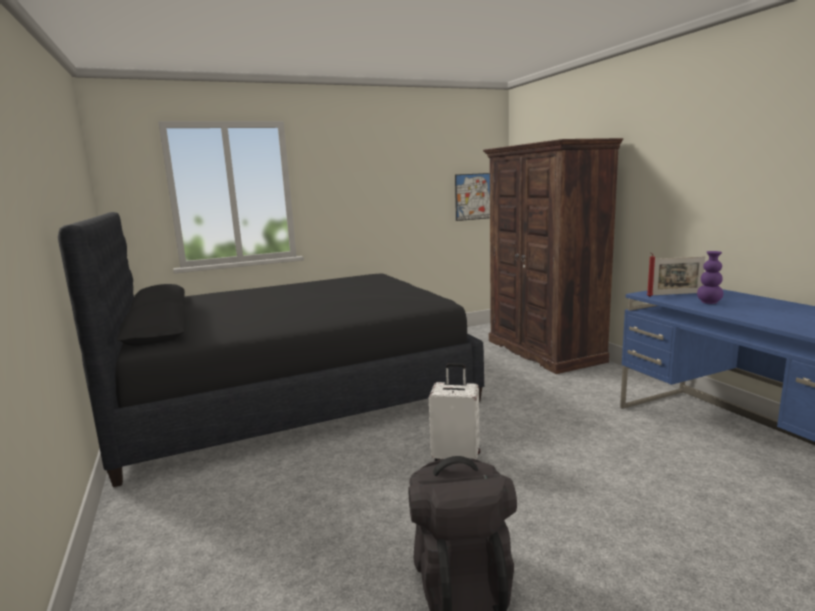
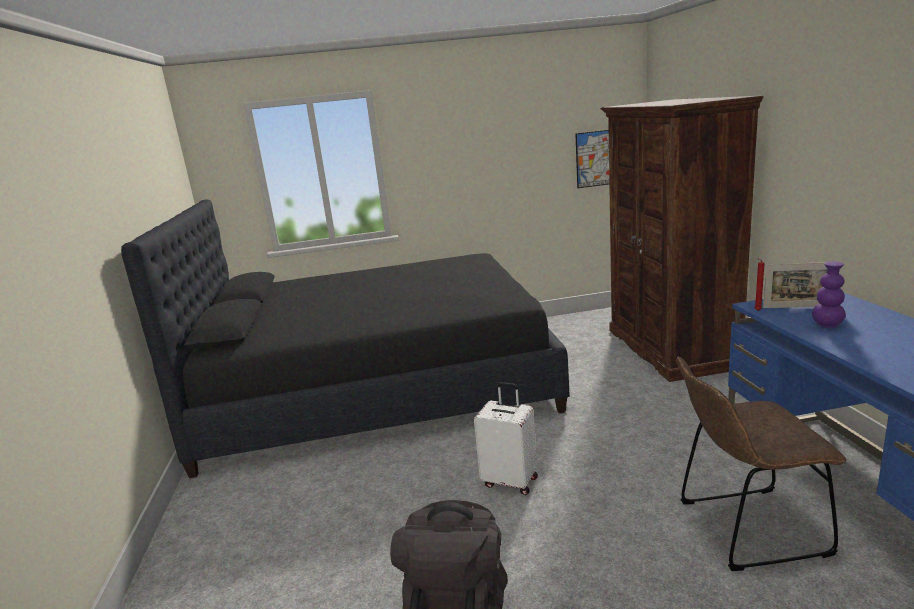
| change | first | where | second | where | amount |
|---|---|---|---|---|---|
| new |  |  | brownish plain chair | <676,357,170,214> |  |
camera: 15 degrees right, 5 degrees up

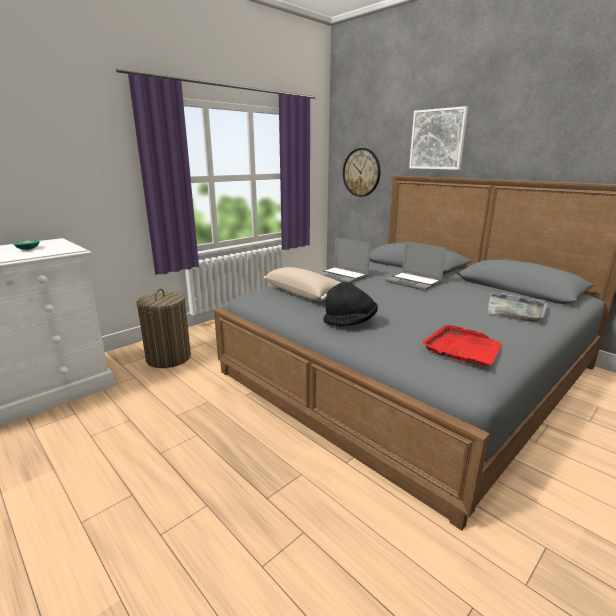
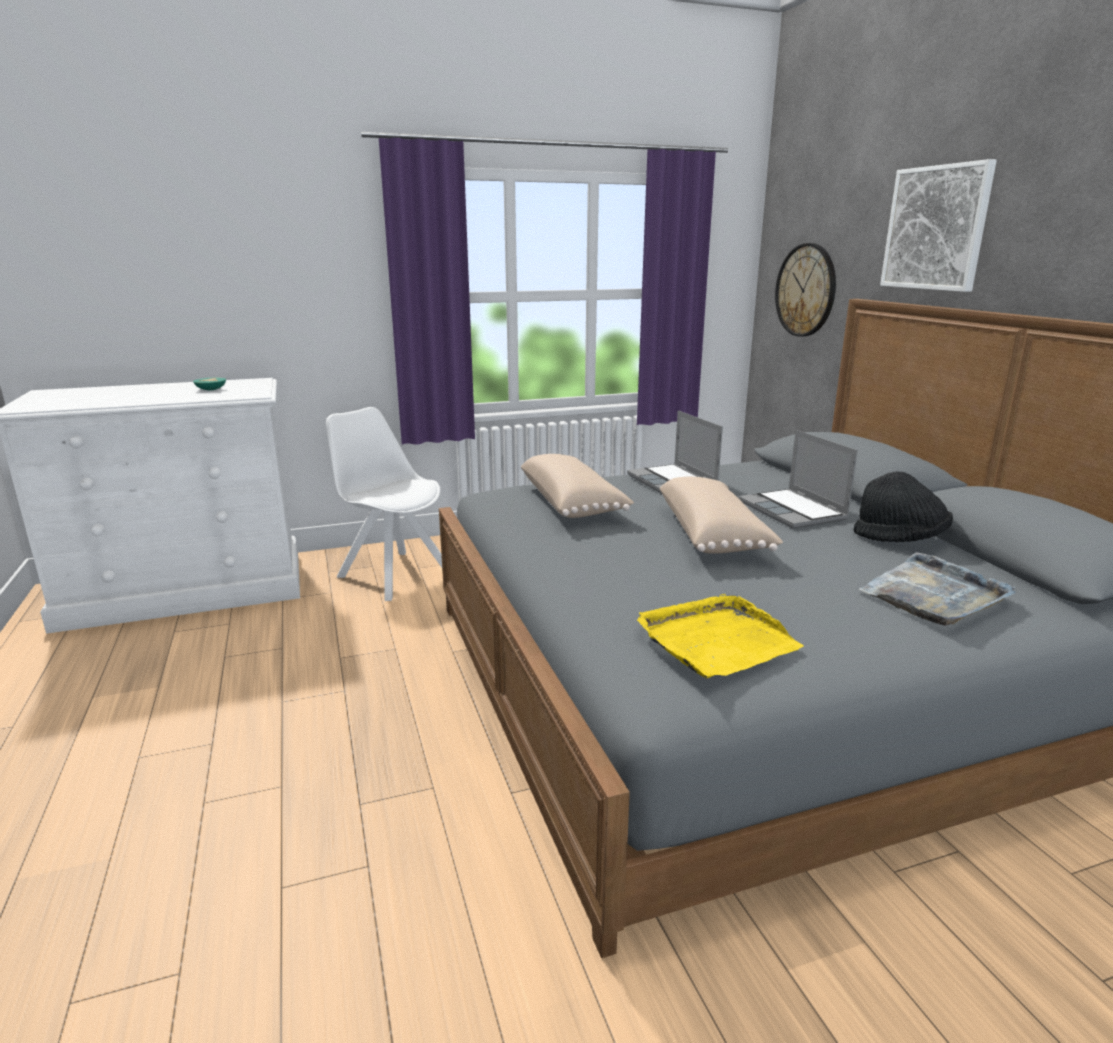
| change | first | where | second | where | amount |
|---|---|---|---|---|---|
| new |  |  | sand-coloured cushion | <660,477,123,77> |  |
| shifted | black-coloured wearable hat | <324,282,54,44> |  | <854,471,99,71> |  |
| swapped | laundry basket | <137,289,54,79> | white-coloured plain chair | <326,407,116,194> |  |
| repainted | reddish tray | <422,325,79,42> | yellow-coloured tray | <637,594,167,85> |  |
camera: 25 degrees right, 0 degrees up

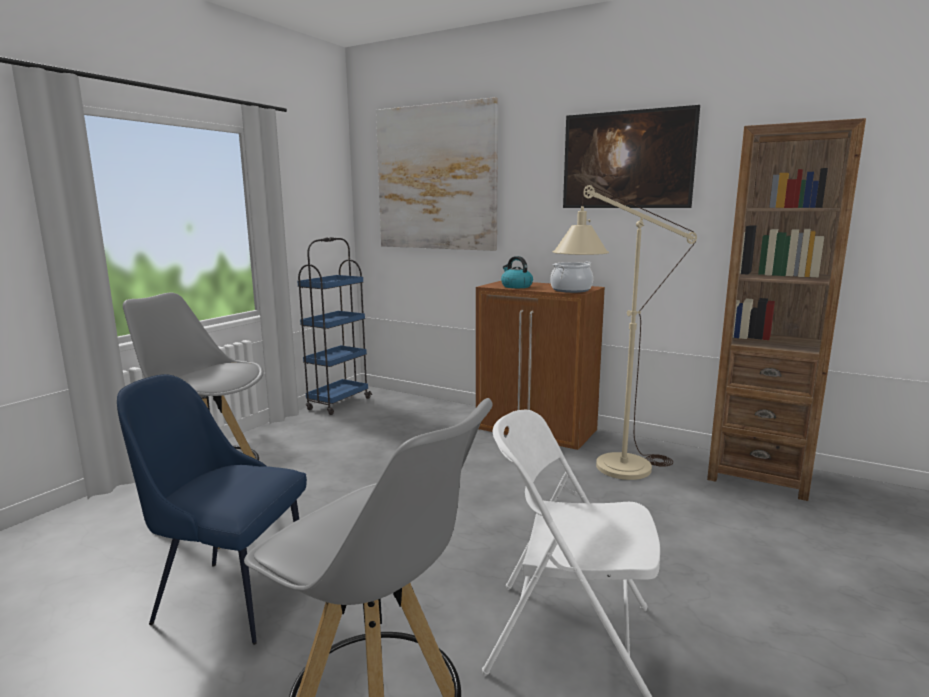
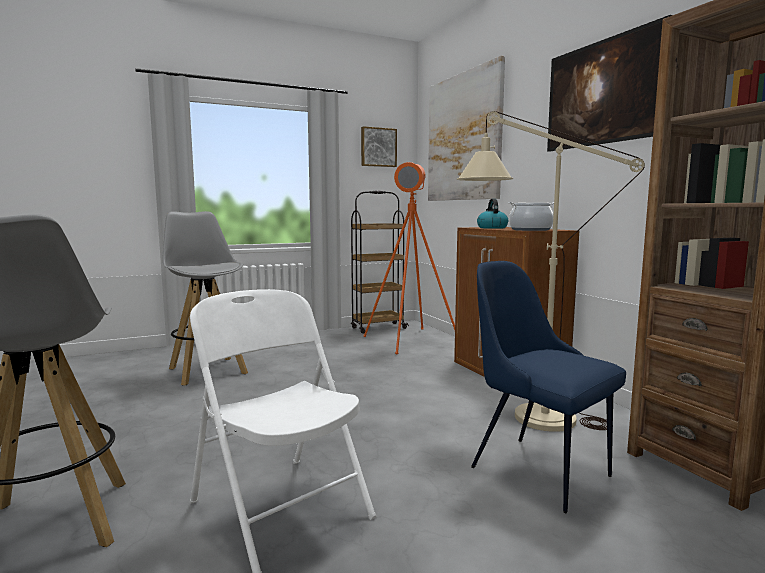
| change | first | where | second | where | amount |
|---|---|---|---|---|---|
| new |  |  | wall picture | <361,126,36,41> |  |
| new |  |  | orange floor lamp | <363,162,92,192> |  |
| shifted | blue-coloured plain chair | <117,374,190,271> |  | <471,261,155,252> |  |
| repainted | blue-coloured trolley | <297,237,75,178> | brownish trolley | <351,191,58,143> |  |
camera: 35 degrees right, 5 degrees down

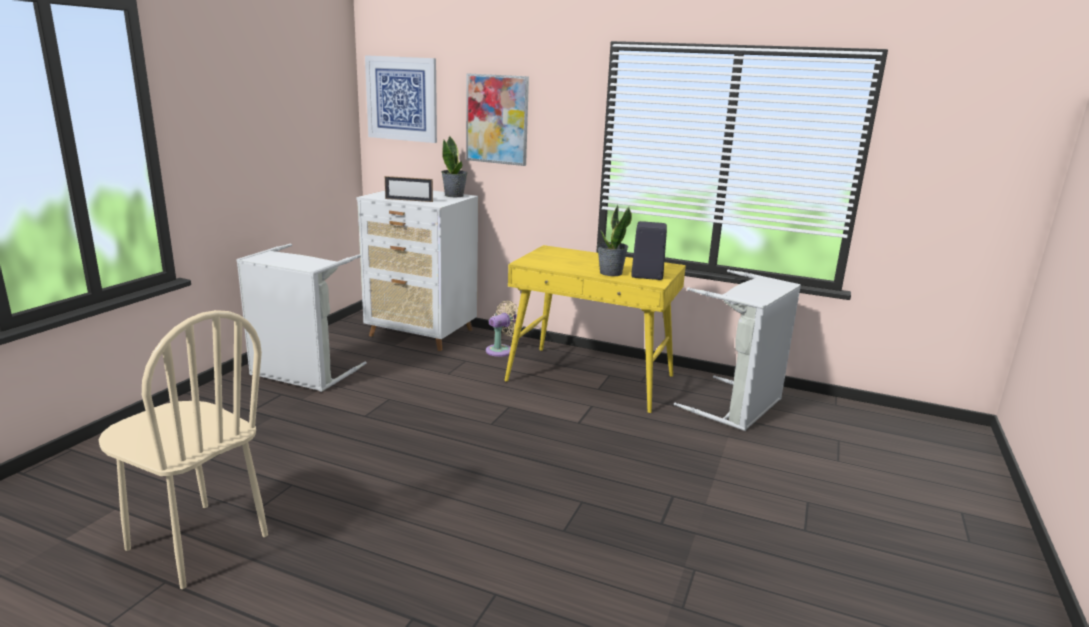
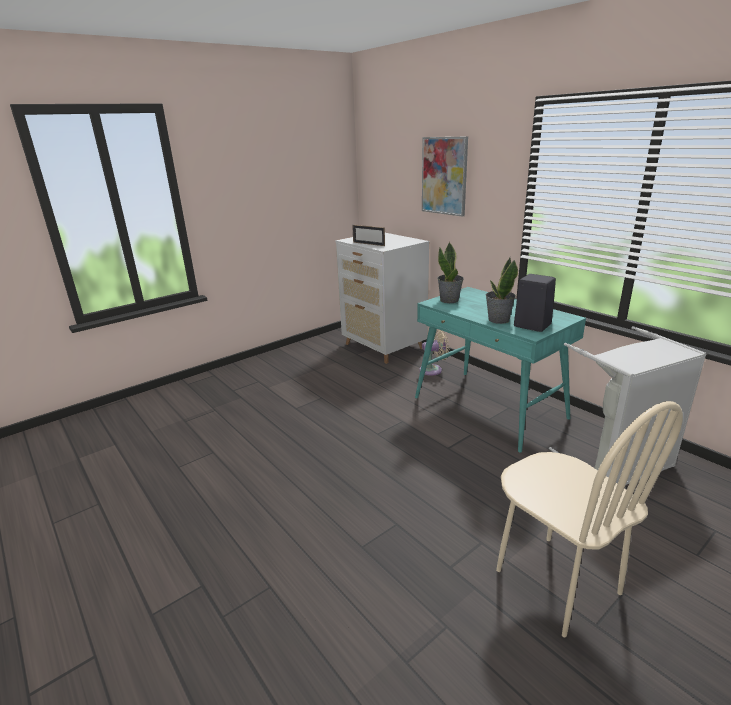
| change | first | where | second | where | amount |
|---|---|---|---|---|---|
| gone | gray laundry basket | <237,244,130,148> |  |  |  |
| gone | wall picture | <365,55,72,88> |  |  |  |
| shifted | sand-coloured plain chair | <99,310,169,279> |  | <496,401,187,236> |  |
| shifted | houseplant | <441,136,27,61> |  | <437,242,27,61> |  |
| repainted | yellow-coloured desk table | <504,245,182,169> | turquoise desk table | <415,287,171,166> |  |
camera: 30 degrees right, 5 degrees up

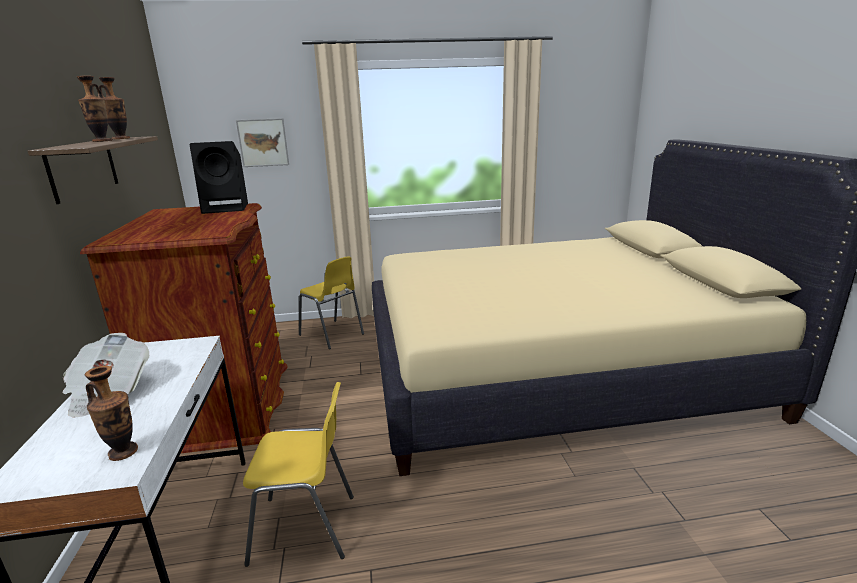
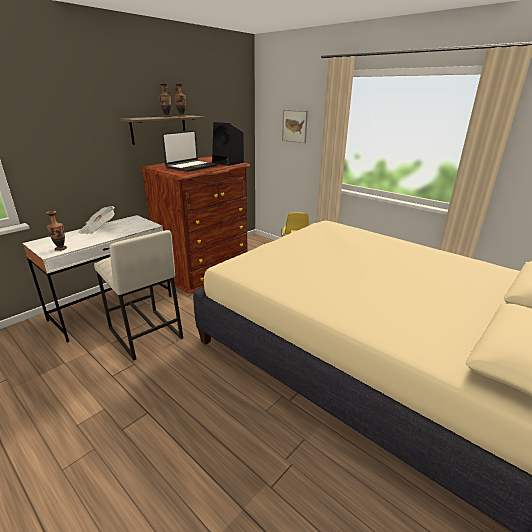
| change | first | where | second | where | amount |
|---|---|---|---|---|---|
| new |  |  | laptop | <162,130,56,42> |  |
| swapped | yellow-coloured plain chair | <243,382,111,185> | sand-coloured sitting stool | <94,230,89,130> |  |
camera: 50 degrees right, 5 degrees up

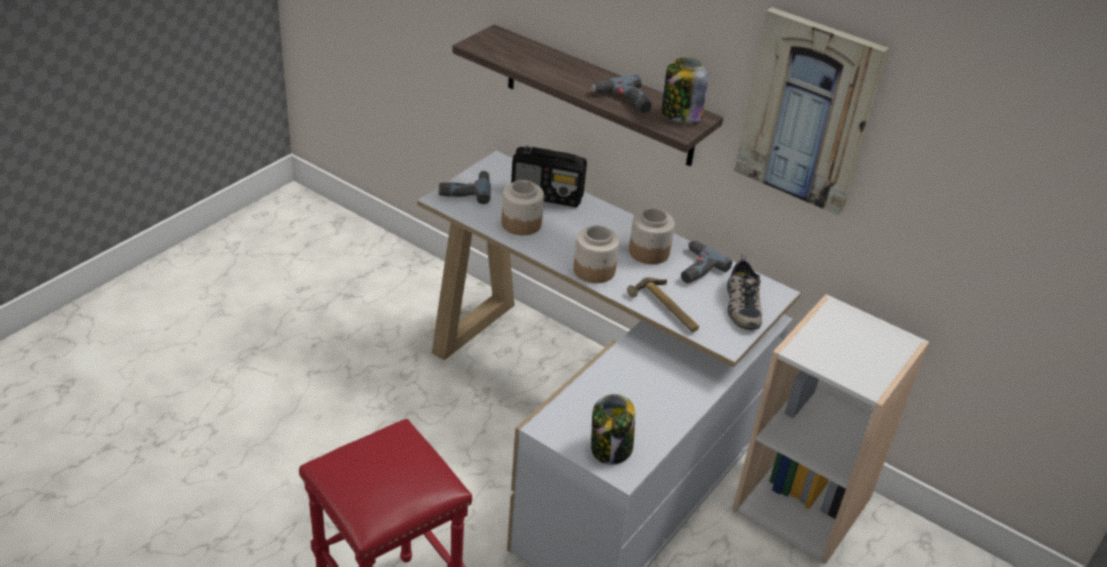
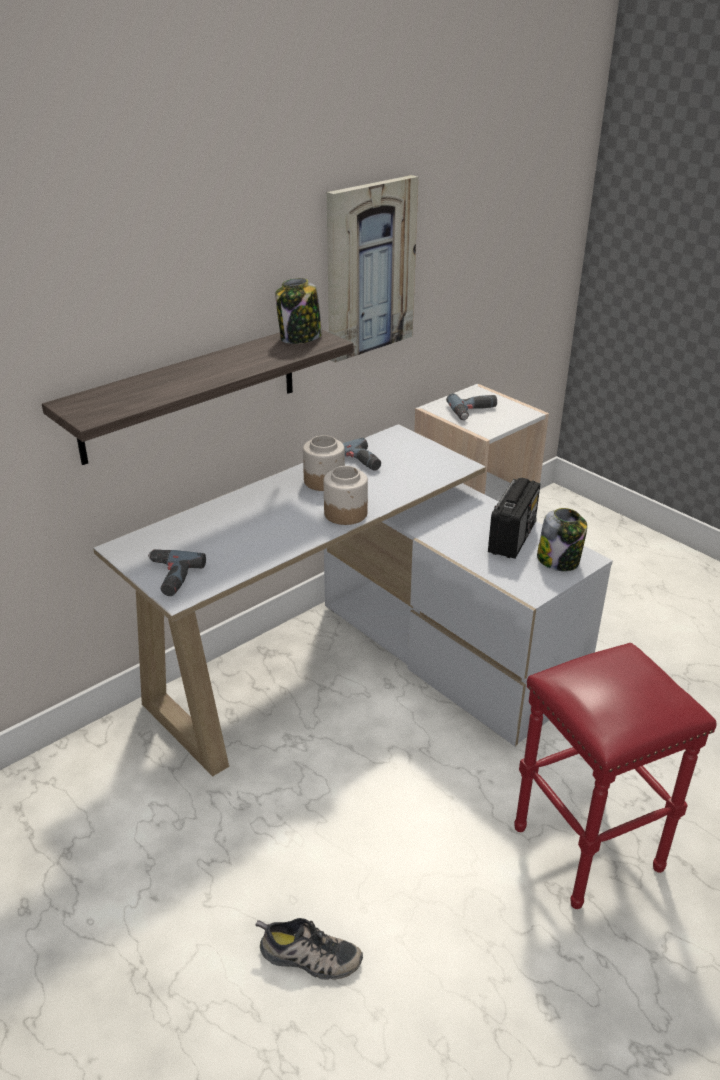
| change | first | where | second | where | amount |
|---|---|---|---|---|---|
| gone | jar | <502,180,42,55> |  |  |  |
| gone | hand hammer | <627,277,73,55> |  |  |  |
| shifted | radio set | <511,146,76,61> |  | <488,478,52,80> |  |
| shifted | drill | <591,74,61,39> |  | <446,393,51,27> |  |
| shifted | low shoe | <727,254,35,76> |  | <255,918,108,62> |  |
camera: 75 degrees left, 5 degrees down

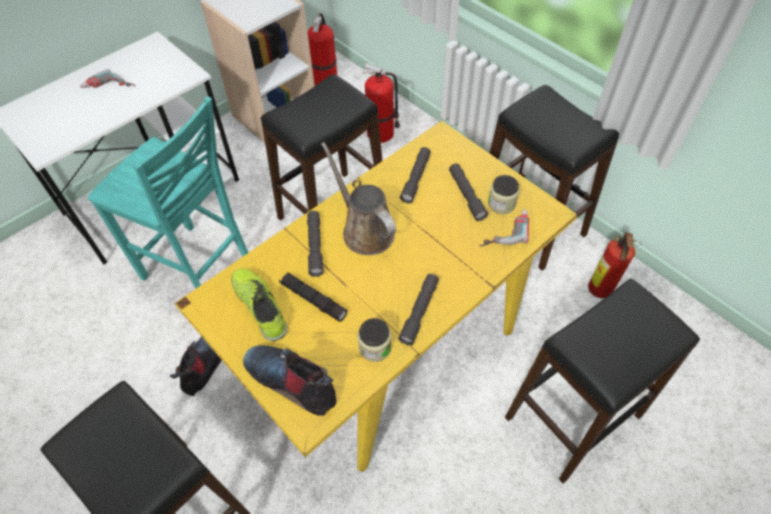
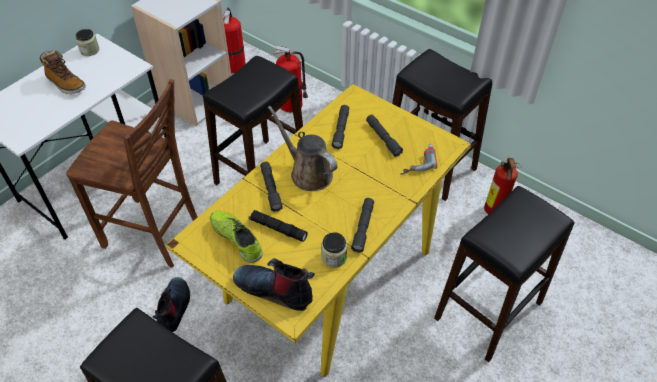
| change | first | where | second | where | amount |
|---|---|---|---|---|---|
| shifted | jar | <488,175,31,39> |  | <75,29,24,27> |  |
| swapped | drill | <80,69,55,19> | high-top boot | <40,50,46,44> |  |
| repainted | turquoise plain chair | <87,97,162,192> | brownish plain chair | <66,79,131,189> |  |
camera: 10 degrees left, 5 degrees down

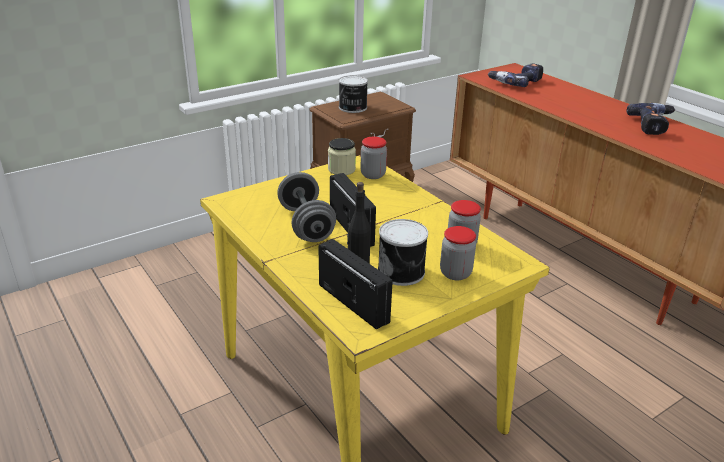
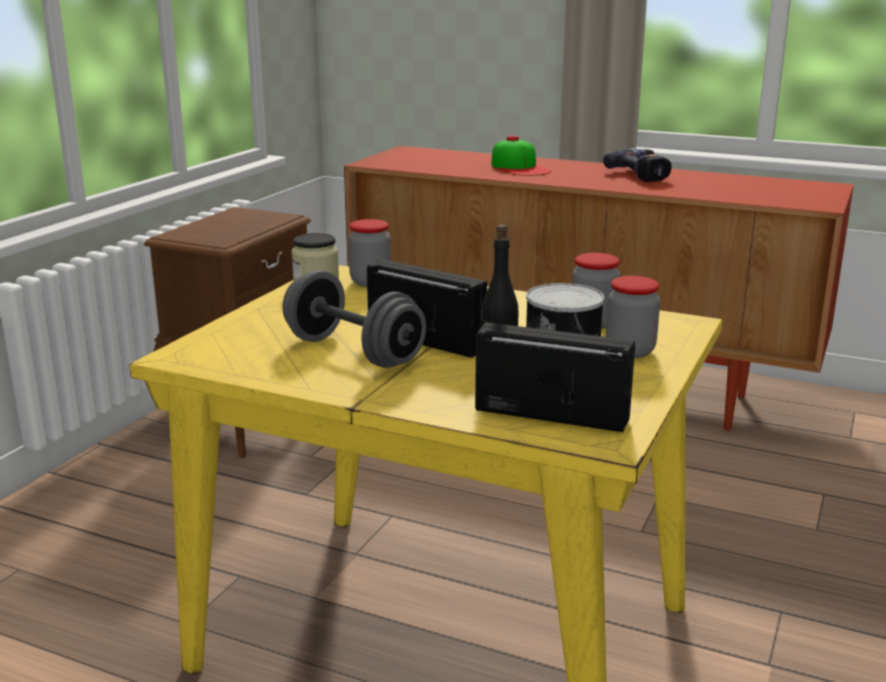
| change | first | where | second | where | amount |
|---|---|---|---|---|---|
| gone | metal can | <339,75,29,38> |  |  |  |
| gone | drill | <488,63,55,24> |  |  |  |
| new |  |  | cap | <491,136,60,40> |  |
camera: 30 degrees left, 10 degrees down

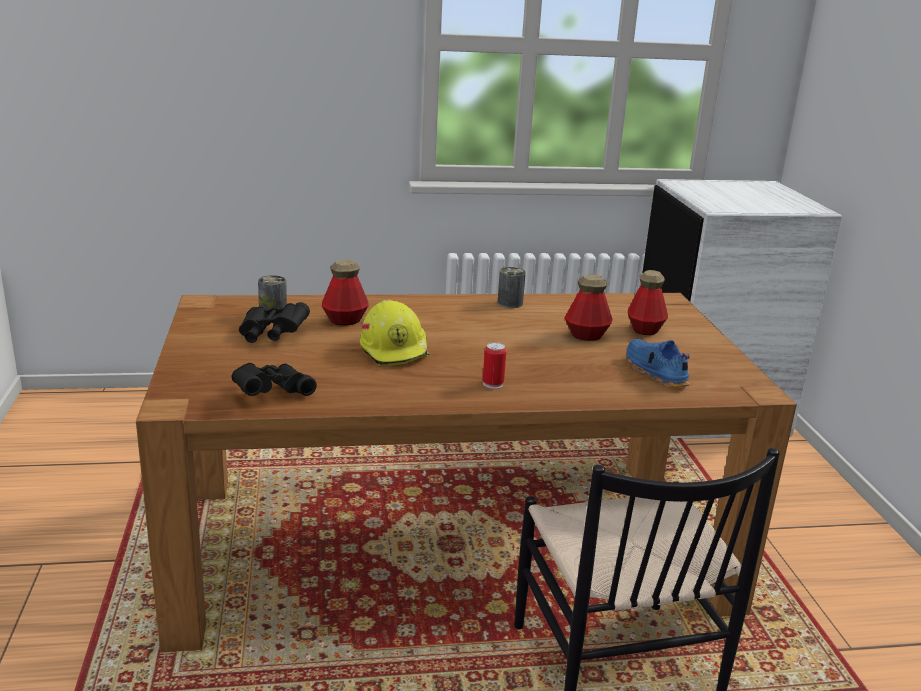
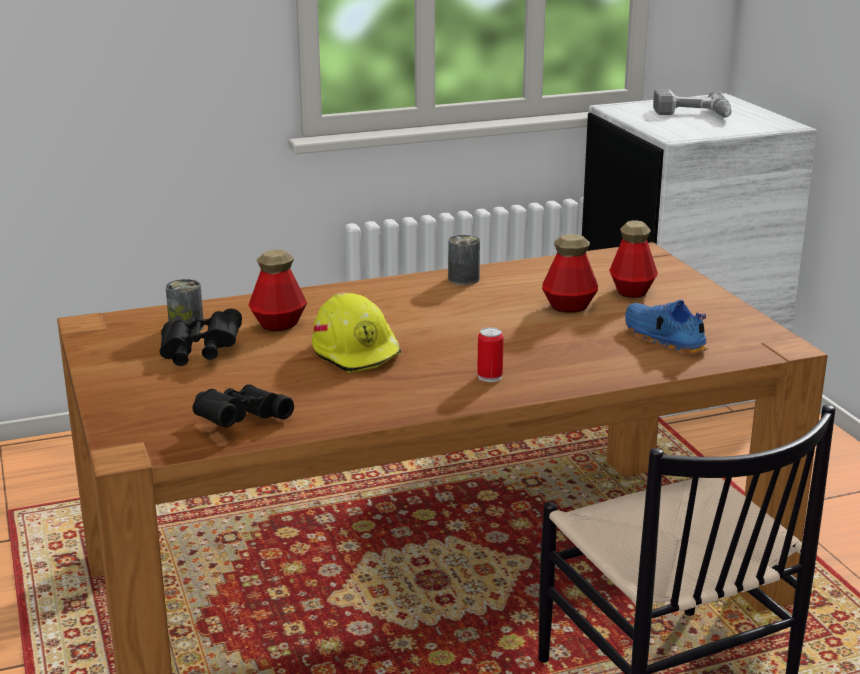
| change | first | where | second | where | amount |
|---|---|---|---|---|---|
| new |  |  | drill | <653,89,78,28> |  |
camera: 10 degrees left, 0 degrees up

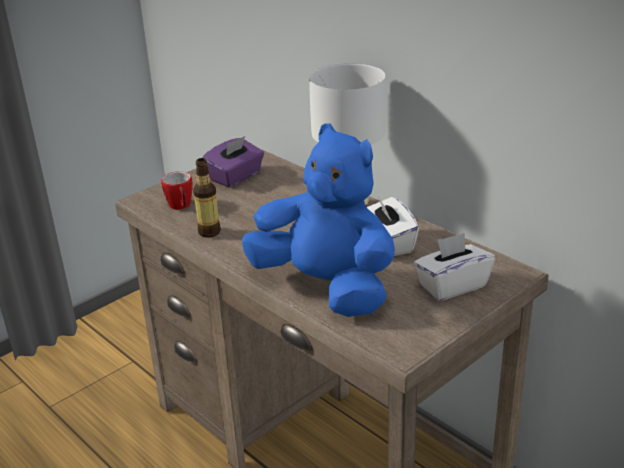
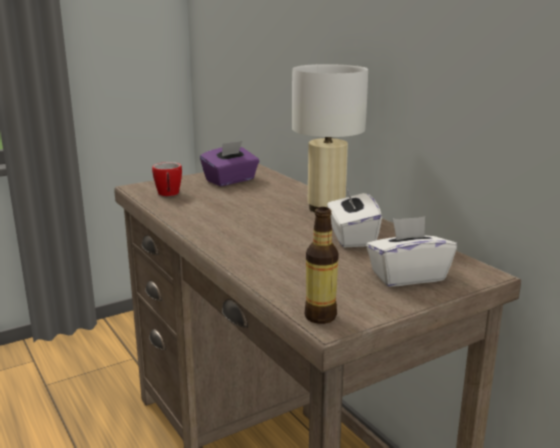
| change | first | where | second | where | amount |
|---|---|---|---|---|---|
| gone | blue-coloured plush toy | <242,124,153,193> |  |  |  |
| shifted | bottle | <193,158,28,80> |  | <305,207,34,117> |  |
camera: 10 degrees right, 10 degrees down

